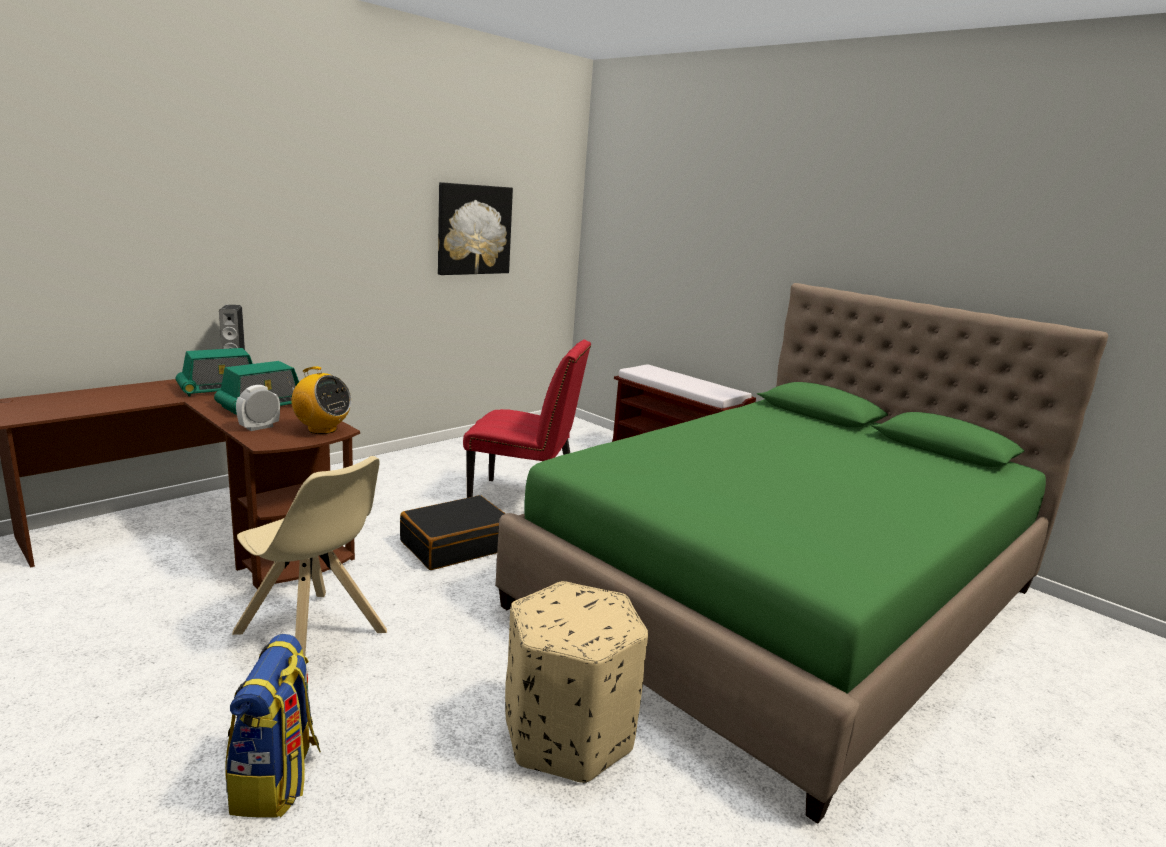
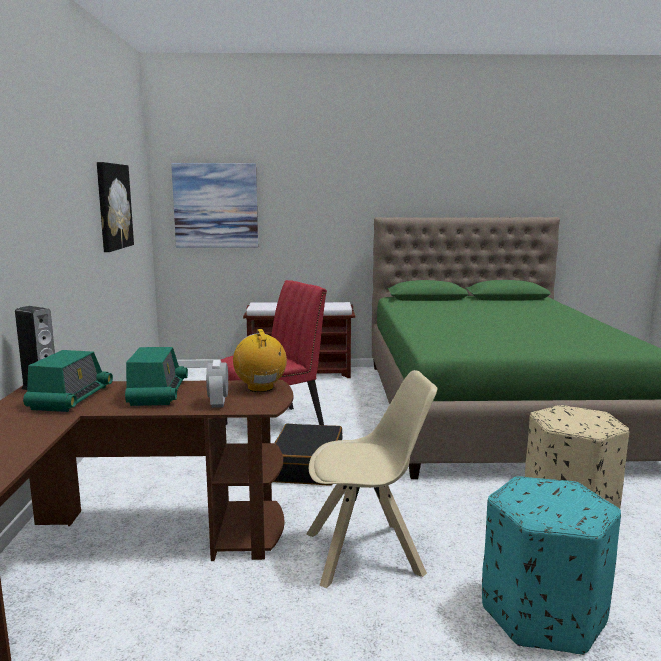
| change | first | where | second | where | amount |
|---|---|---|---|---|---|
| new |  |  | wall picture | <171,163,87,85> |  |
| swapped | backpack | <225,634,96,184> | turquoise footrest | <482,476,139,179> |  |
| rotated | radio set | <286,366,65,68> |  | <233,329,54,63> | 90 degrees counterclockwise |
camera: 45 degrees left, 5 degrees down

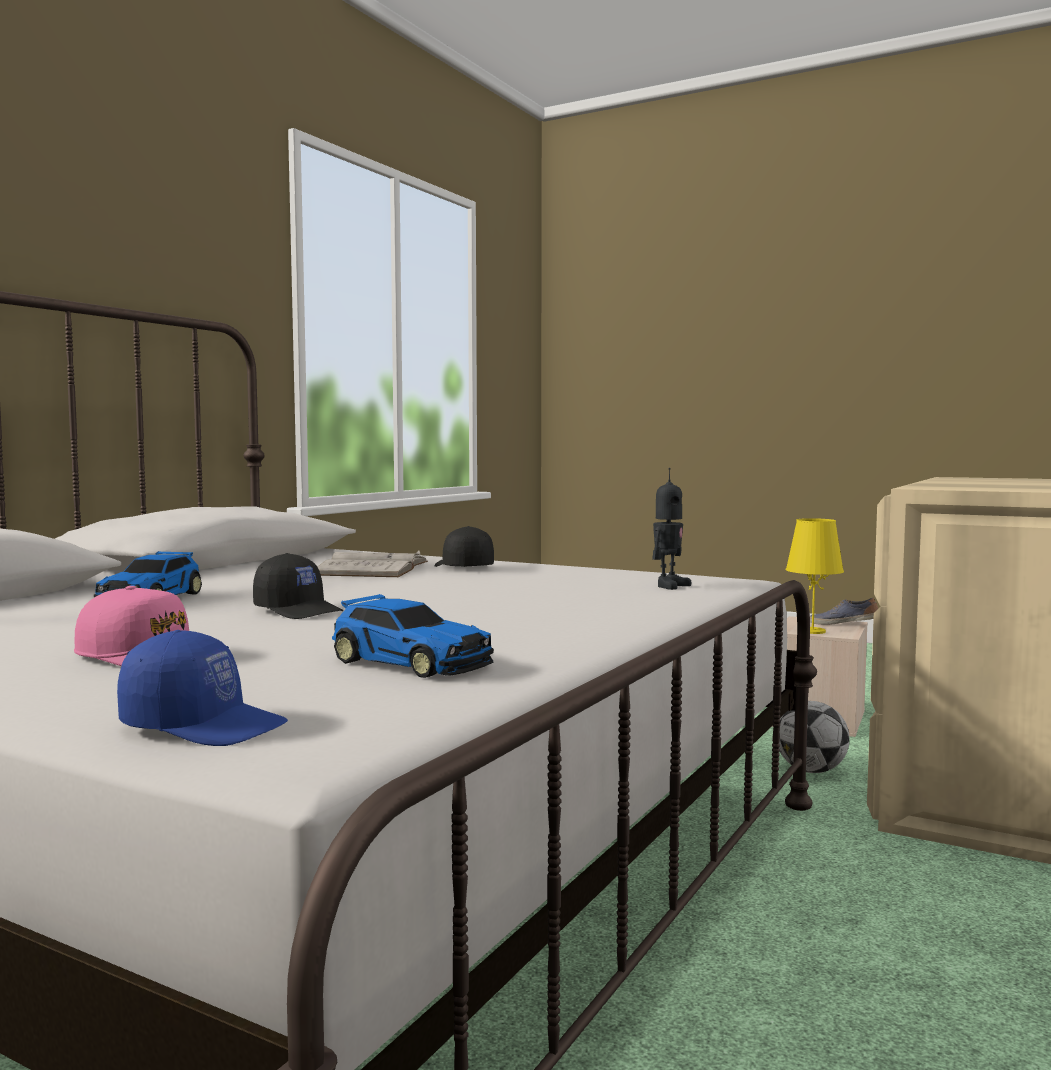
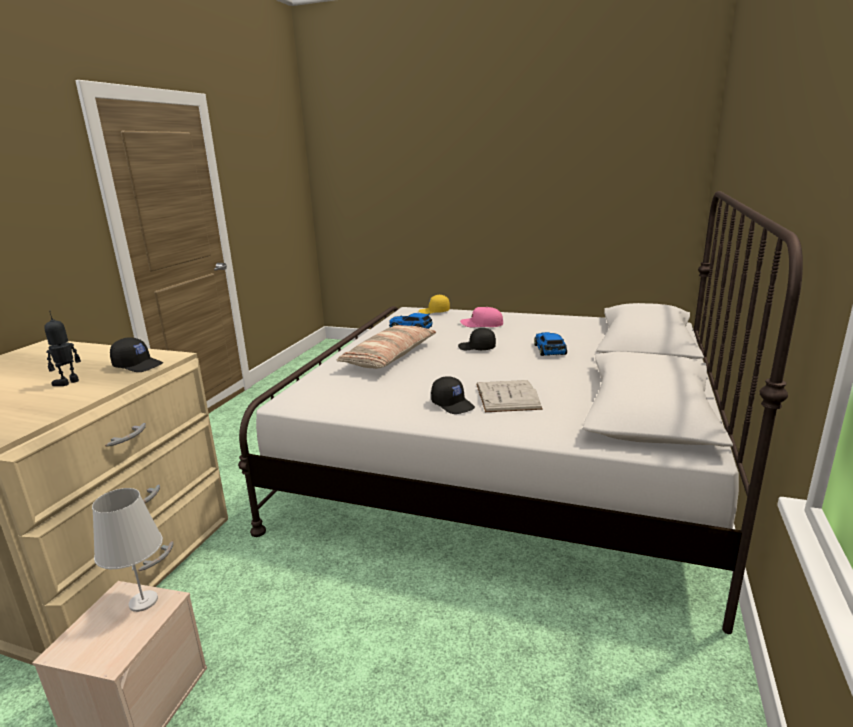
| change | first | where | second | where | amount |
|---|---|---|---|---|---|
| gone | football | <779,701,71,72> |  |  |  |
| gone | low shoe | <810,598,68,27> |  |  |  |
| new |  |  | black-coloured cap | <110,337,53,35> |  |
| new |  |  | cushion | <337,325,99,44> |  |
| shifted | robot figure | <652,468,39,122> |  | <44,311,37,75> |  |
| repainted | blue-coloured cap | <117,630,171,116> | yellow-coloured cap | <419,295,31,19> |  |
| repainted | yellow-coloured lamp for a table | <786,518,58,116> | white-coloured lamp for a table | <92,488,71,124> |  |
camera: 170 degrees right, 15 degrees up

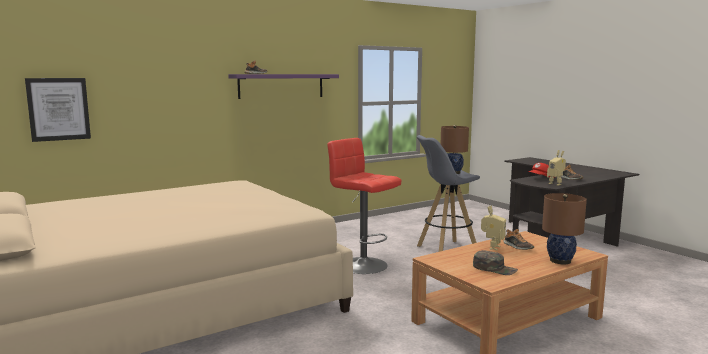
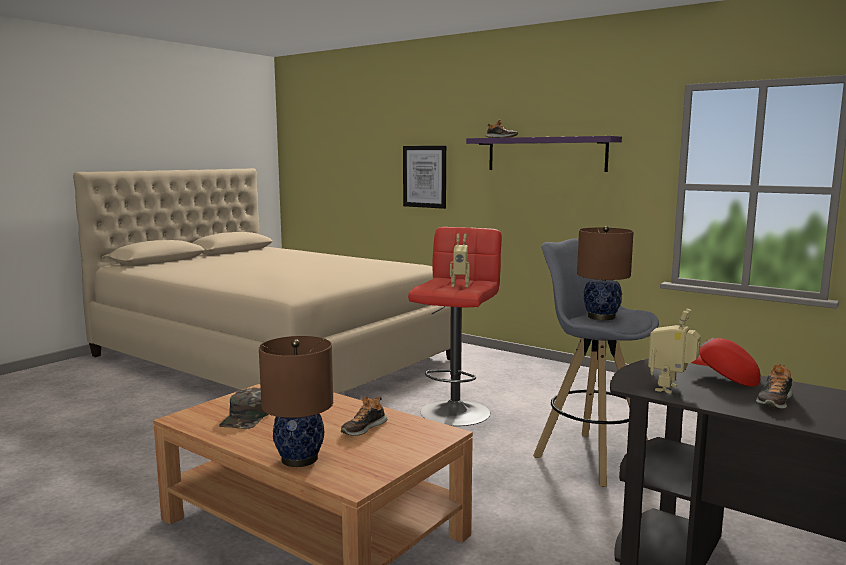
| change | first | where | second | where | amount |
|---|---|---|---|---|---|
| shifted | wall picture | <25,78,66,64> |  | <403,146,43,63> |  |
| shifted | robot figure | <481,205,25,45> |  | <450,233,20,54> |  |
camera: 70 degrees right, 0 degrees up

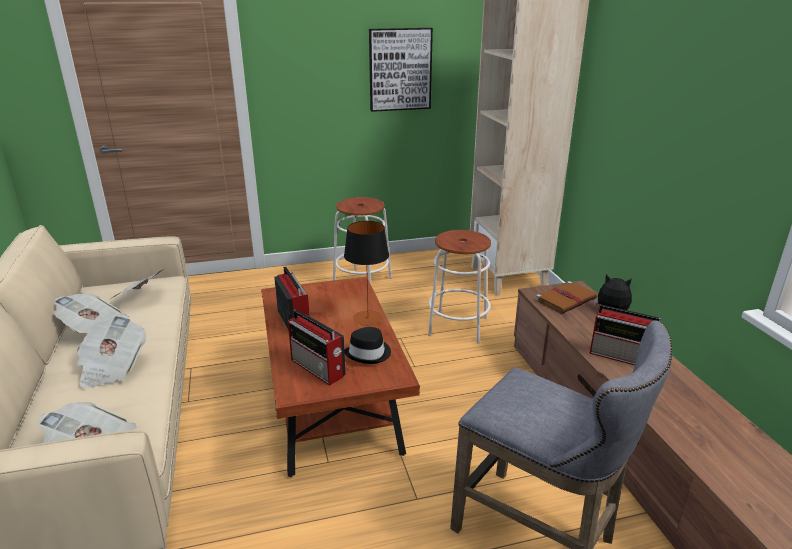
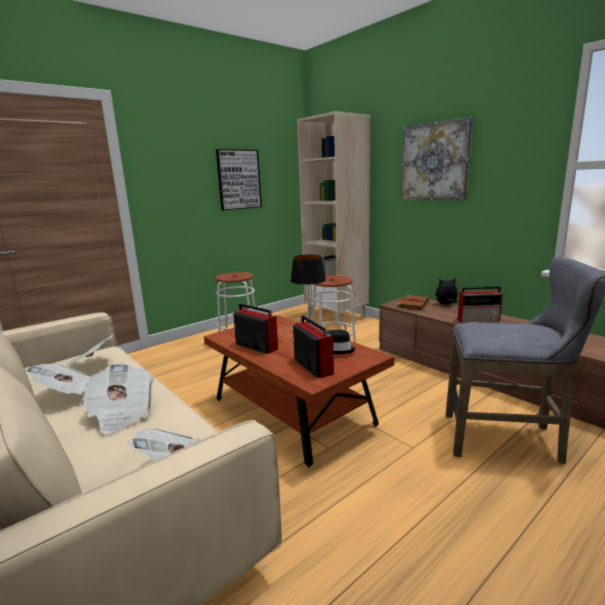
| change | first | where | second | where | amount |
|---|---|---|---|---|---|
| new |  |  | wall picture | <401,117,72,83> |  |
| rotated | radio set | <288,309,58,77> |  | <293,315,41,63> | 135 degrees counterclockwise |
camera: 25 degrees left, 10 degrees down

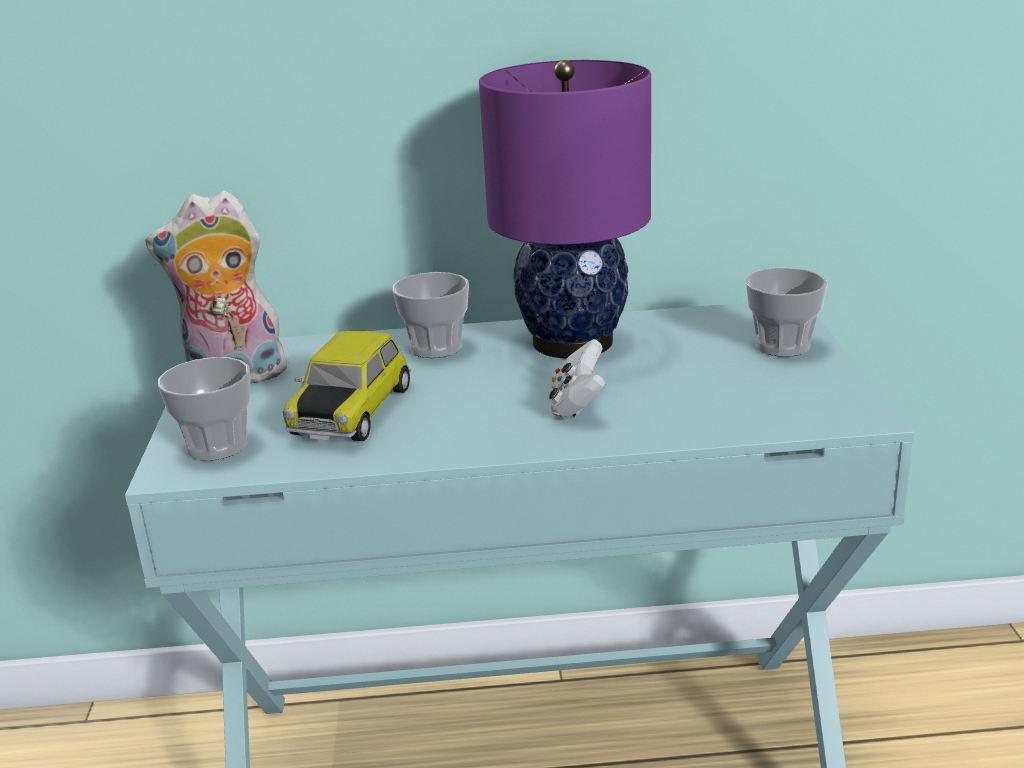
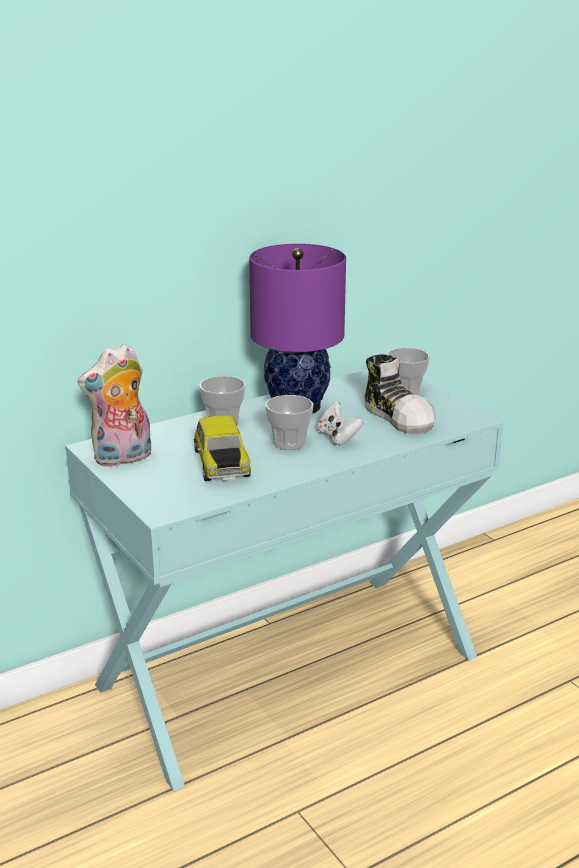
| change | first | where | second | where | amount |
|---|---|---|---|---|---|
| new |  |  | low shoe | <364,354,72,80> |  |
| shifted | small cup | <158,357,92,104> |  | <265,395,48,55> |  |
camera: 30 degrees left, 0 degrees up

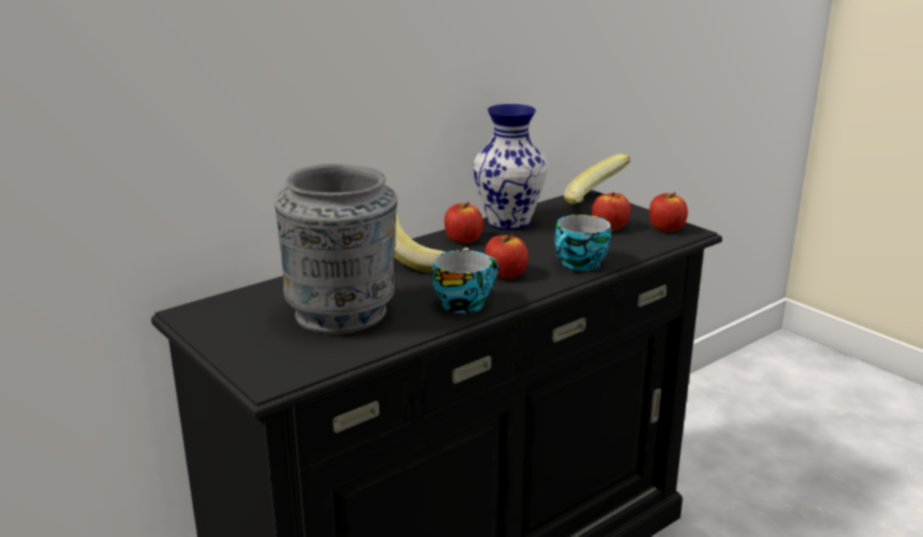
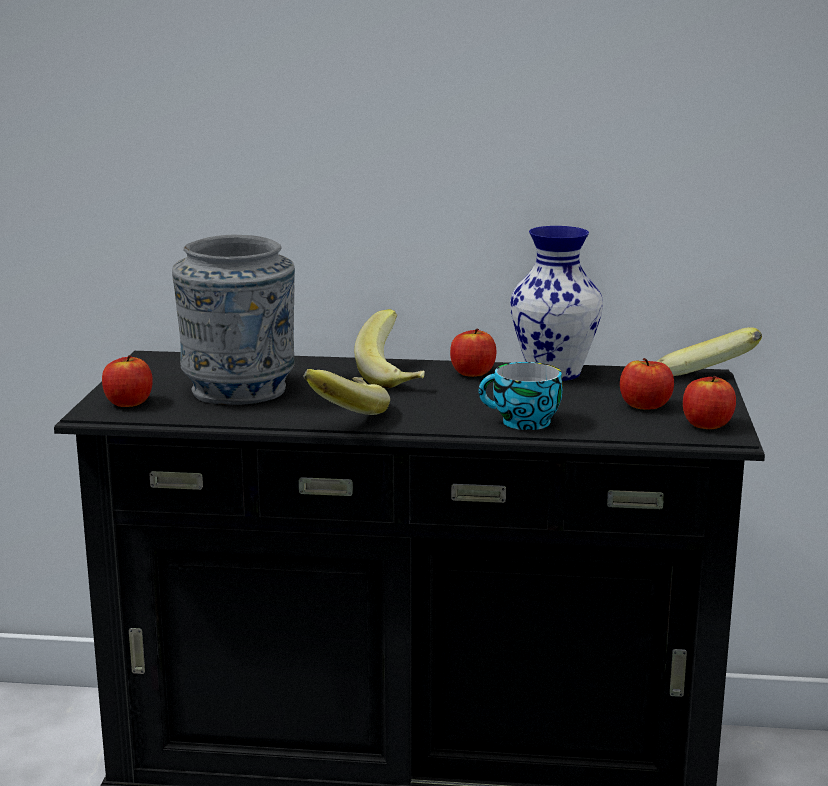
| change | first | where | second | where | amount |
|---|---|---|---|---|---|
| shifted | apple | <485,233,43,46> |  | <102,355,51,52> |  |
| swapped | small cup | <432,250,67,63> | whole banana | <303,369,87,46> |  |
camera: 45 degrees right, 5 degrees down

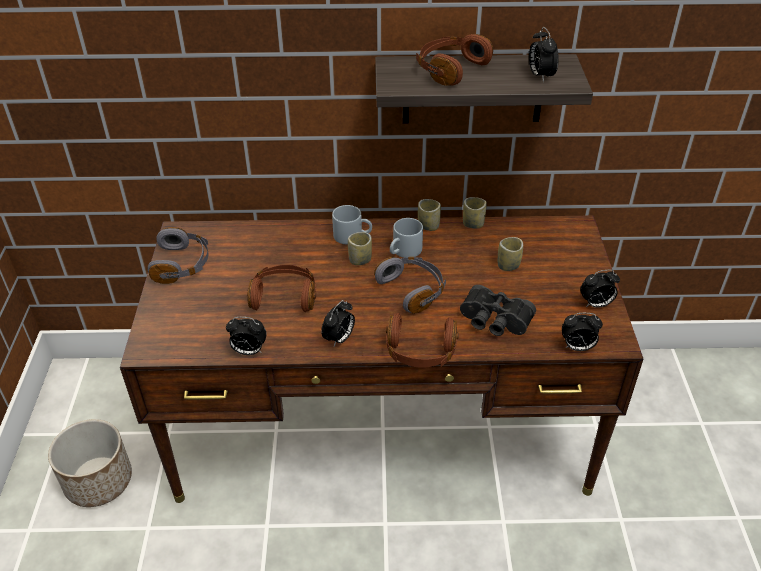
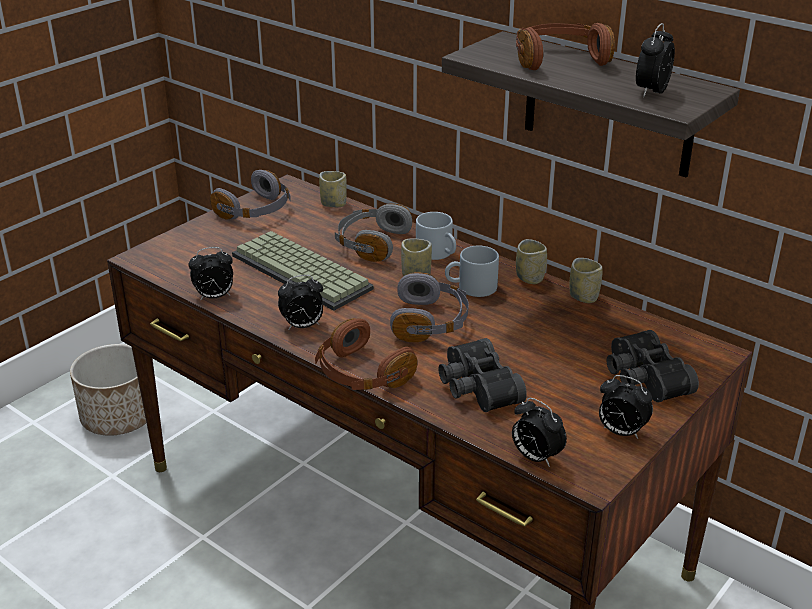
| change | first | where | second | where | amount |
|---|---|---|---|---|---|
| new |  |  | gray headset | <335,203,77,59> |  |
| new |  |  | black-coloured pair of binoculars | <607,330,92,73> |  |
| shifted | small cup | <498,237,25,34> |  | <319,171,28,36> |  |
| swapped | brownish headset | <247,265,69,47> | keyboard | <232,231,142,80> |  |
| rotated | alarm clock | <226,317,41,38> |  | <188,247,45,52> | 60 degrees counterclockwise |
camera: 40 degrees right, 10 degrees down

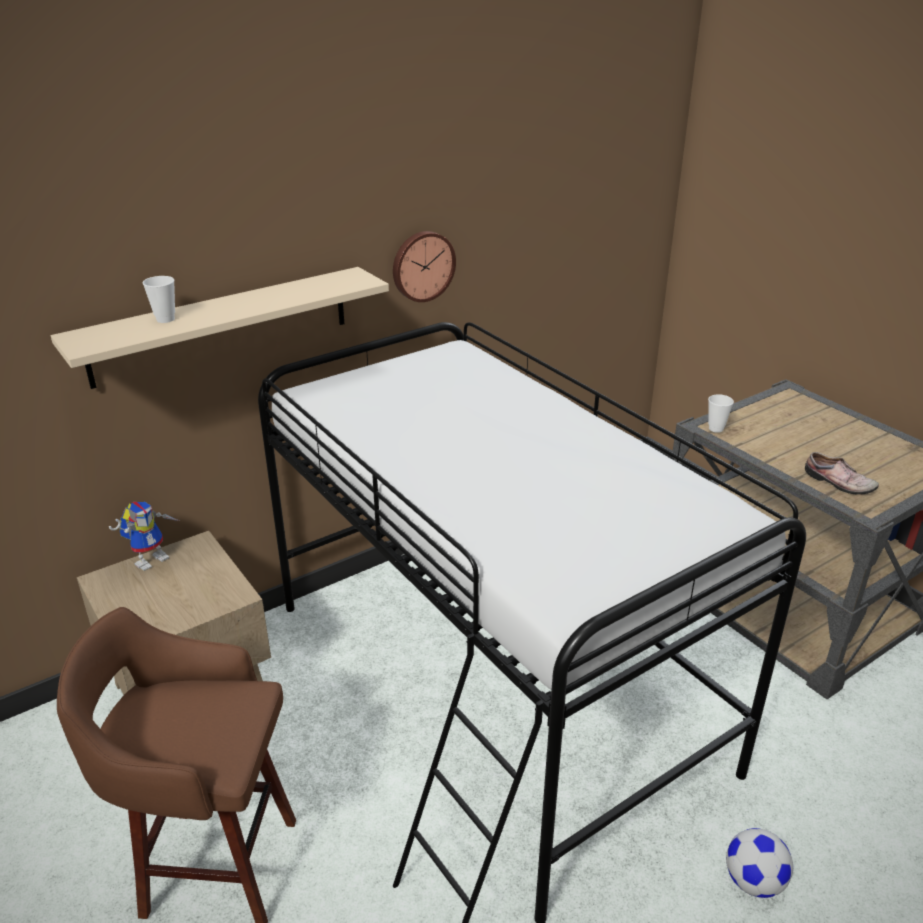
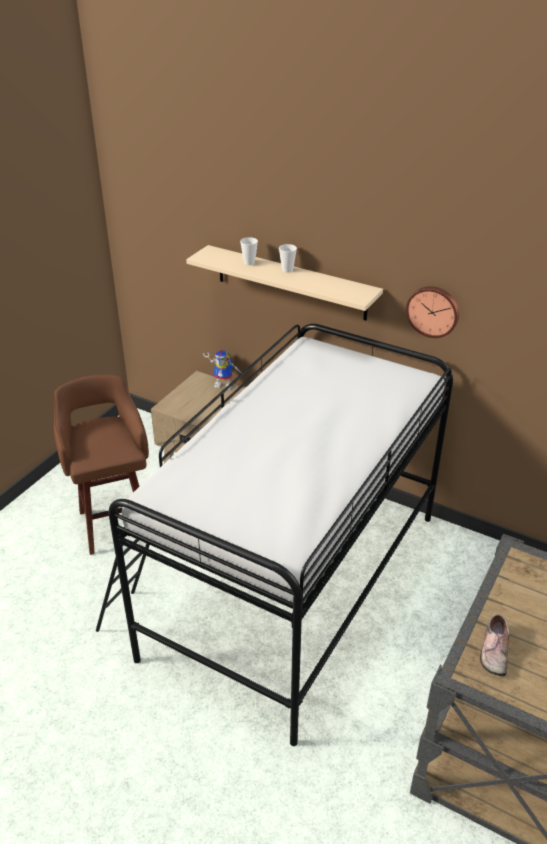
| change | first | where | second | where | amount |
|---|---|---|---|---|---|
| gone | football | <726,828,67,70> |  |  |  |
| shifted | small cup | <708,394,26,39> |  | <279,244,18,29> |  |
camera: 65 degrees right, 5 degrees up

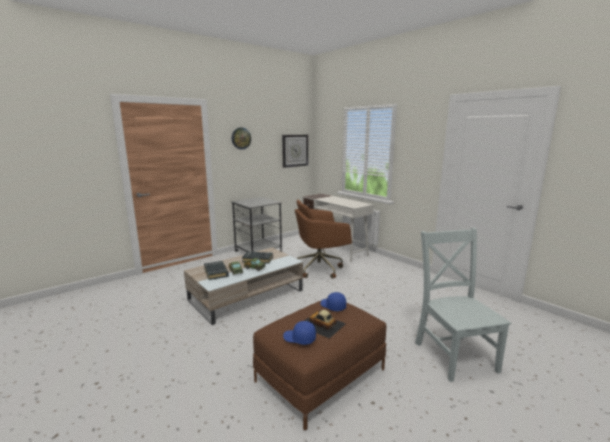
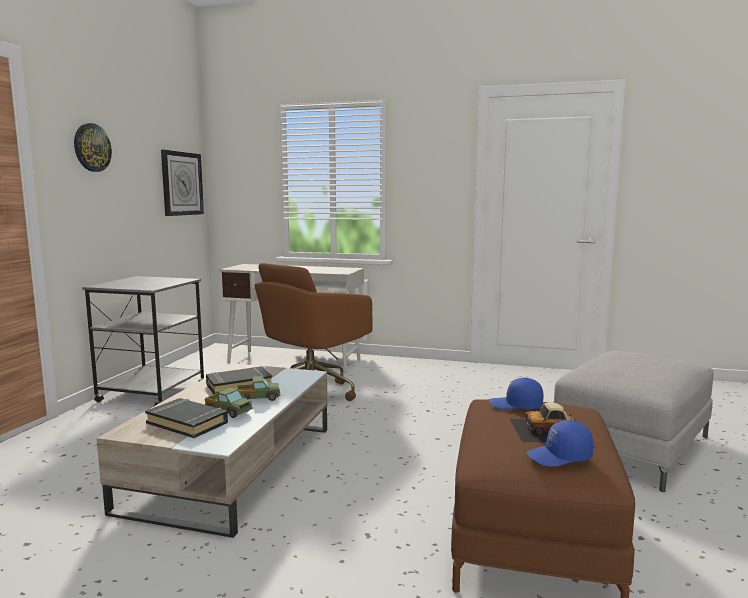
| change | first | where | second | where | amount |
|---|---|---|---|---|---|
| swapped | gray plain chair | <415,228,96,154> | gray footrest | <554,351,160,141> |  |
camera: 35 degrees left, 5 degrees down

